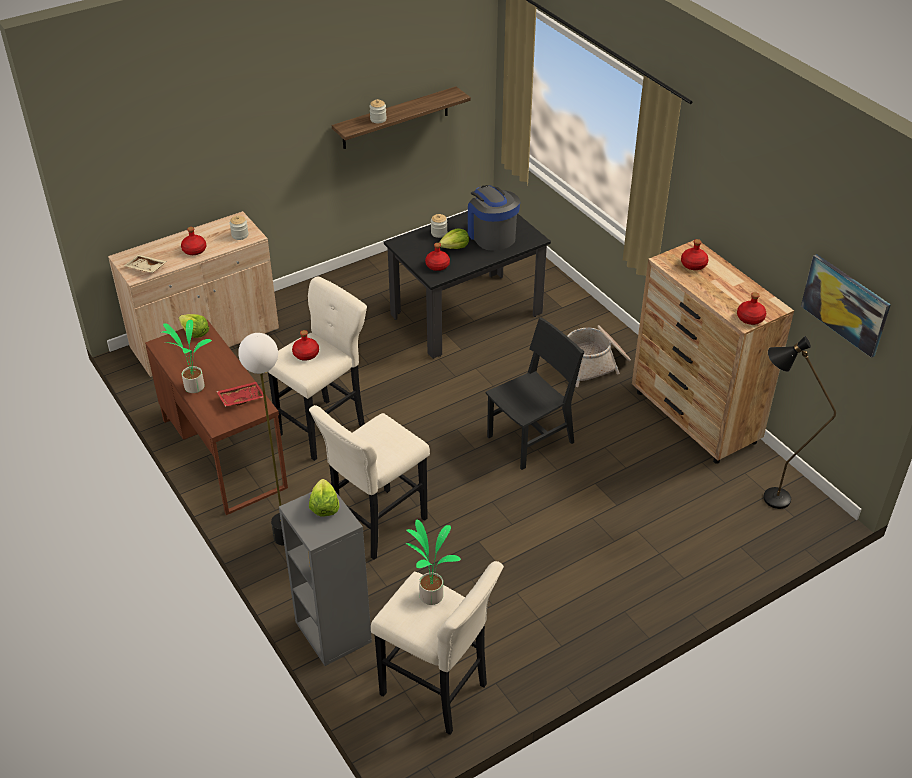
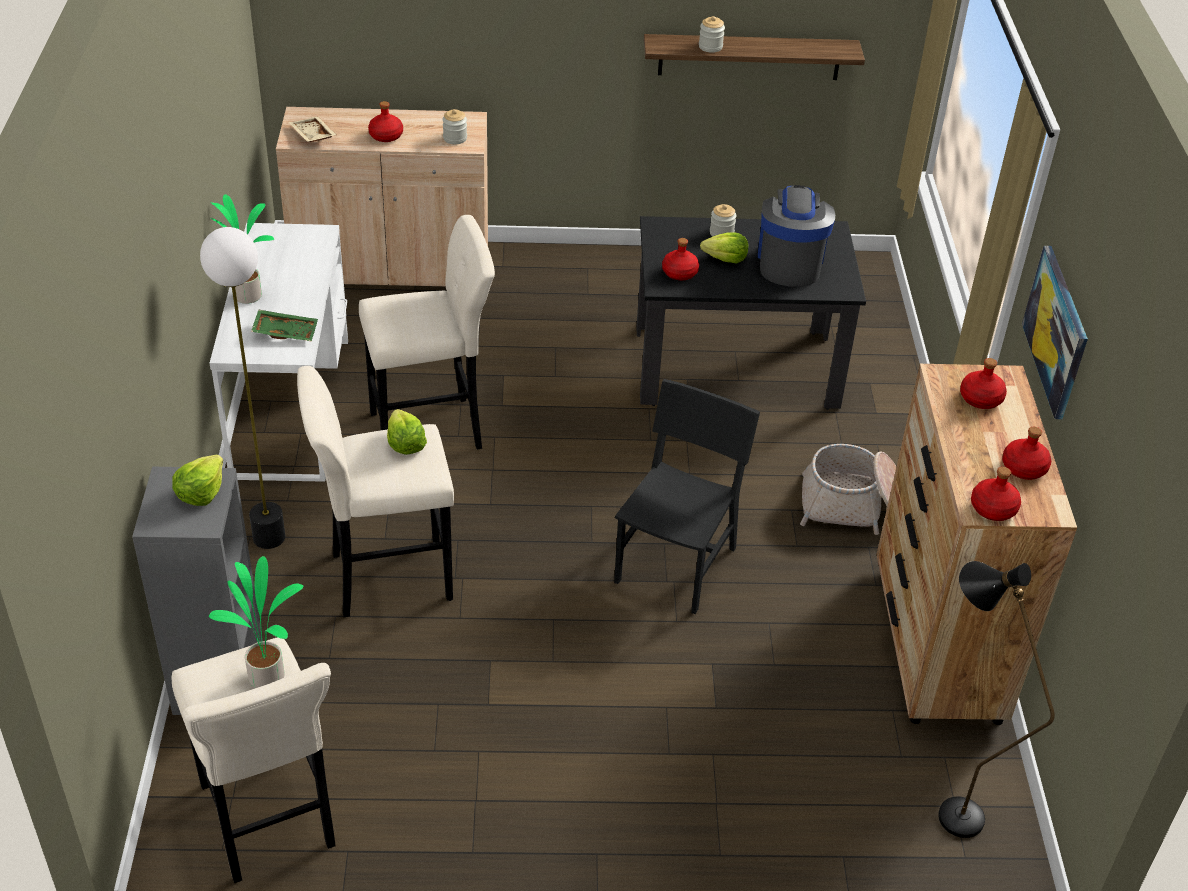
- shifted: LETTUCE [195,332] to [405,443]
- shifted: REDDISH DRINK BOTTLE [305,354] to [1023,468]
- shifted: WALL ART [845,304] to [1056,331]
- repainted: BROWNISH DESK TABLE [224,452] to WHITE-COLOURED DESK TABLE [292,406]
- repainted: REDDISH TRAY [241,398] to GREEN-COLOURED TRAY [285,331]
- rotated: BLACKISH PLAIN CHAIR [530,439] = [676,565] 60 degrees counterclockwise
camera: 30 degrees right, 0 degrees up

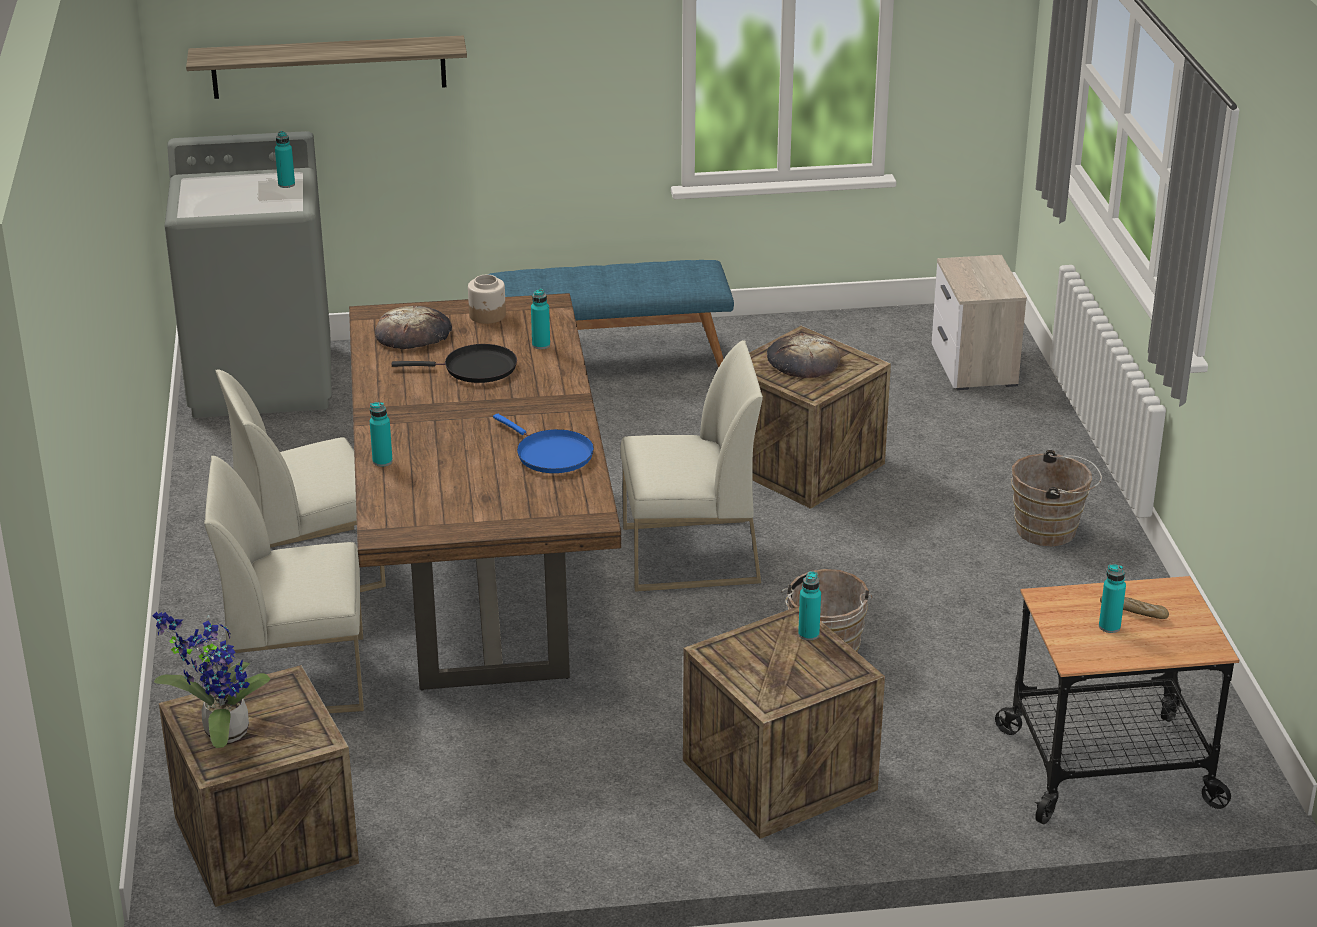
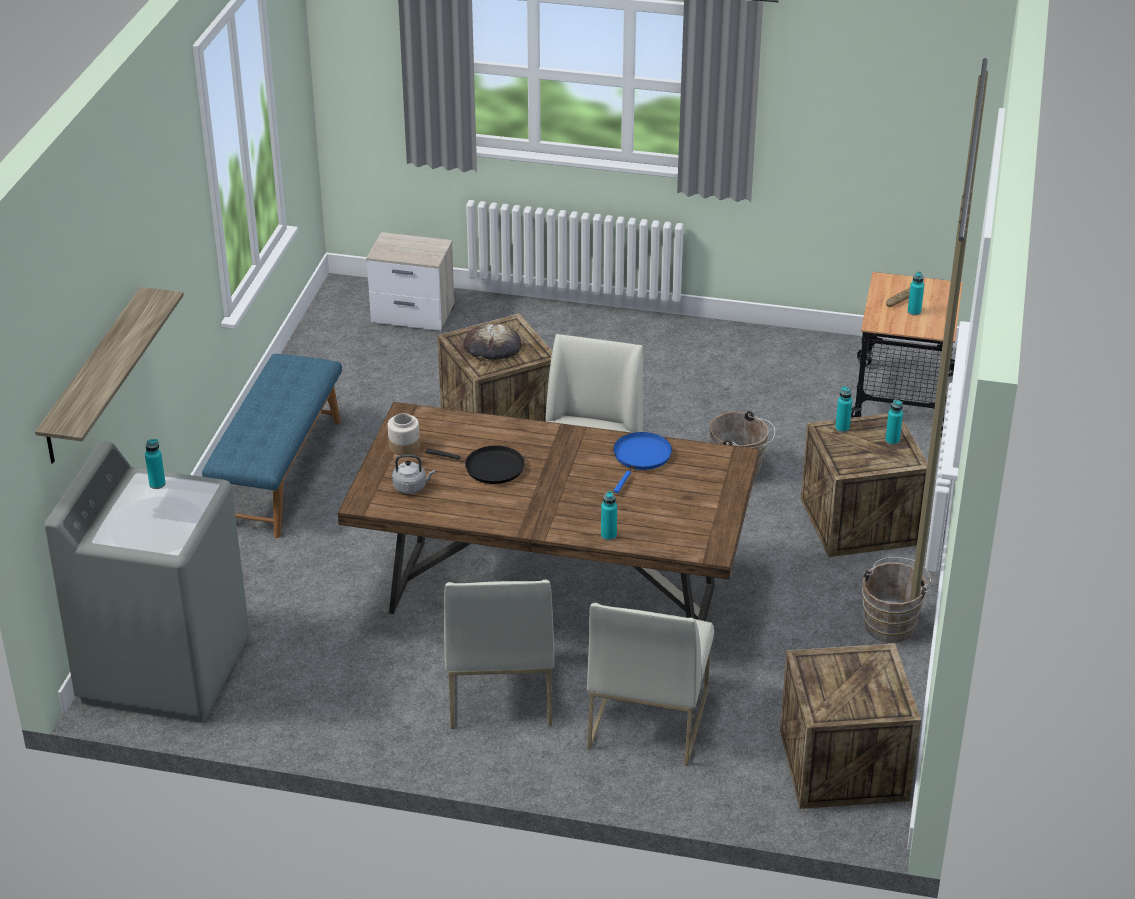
- gone: HOUSEPLANT [220,732]
- shifted: TURQUOISE DRINK BOTTLE [541,345] to [892,440]
- shifted: BROWNISH BUCKET [1051,531] to [891,624]
- swapped: BAKED BREAD [414,334] to GRAY KETTLE [411,487]
- rotated: BLACKISH FRYING PAN [475,369] = [490,468] 90 degrees clockwise
- rotated: BLUE-COLOURED FRYING PAN [551,454] = [641,457] 45 degrees counterclockwise
camera: 70 degrees left, 5 degrees up

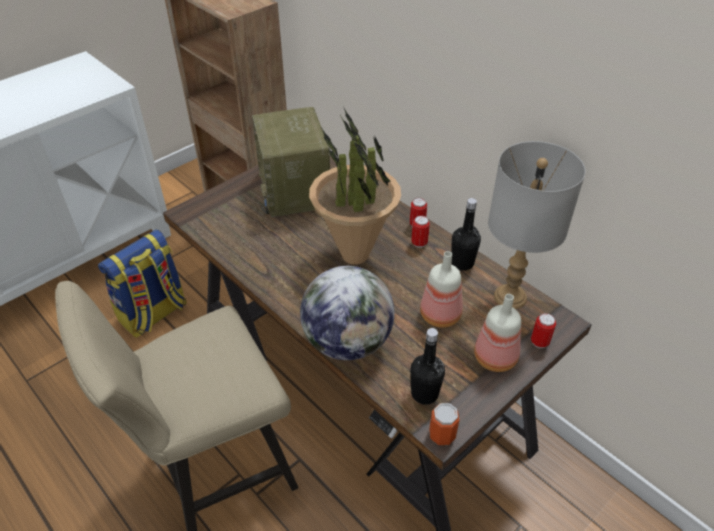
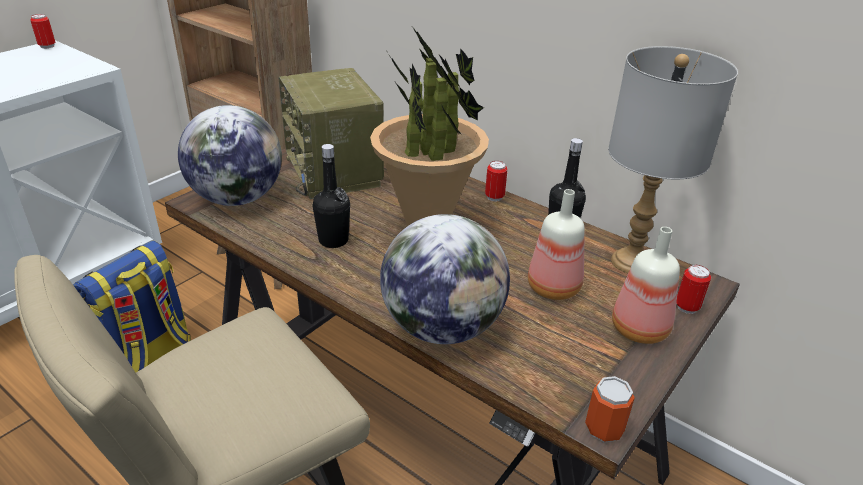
- new: DESK GLOBE [237,198]
- shifted: BLACKISH DRINK BOTTLE [424,393] to [333,240]
- shifted: METAL CAN [419,243] to [47,46]
camera: 10 degrees left, 10 degrees down

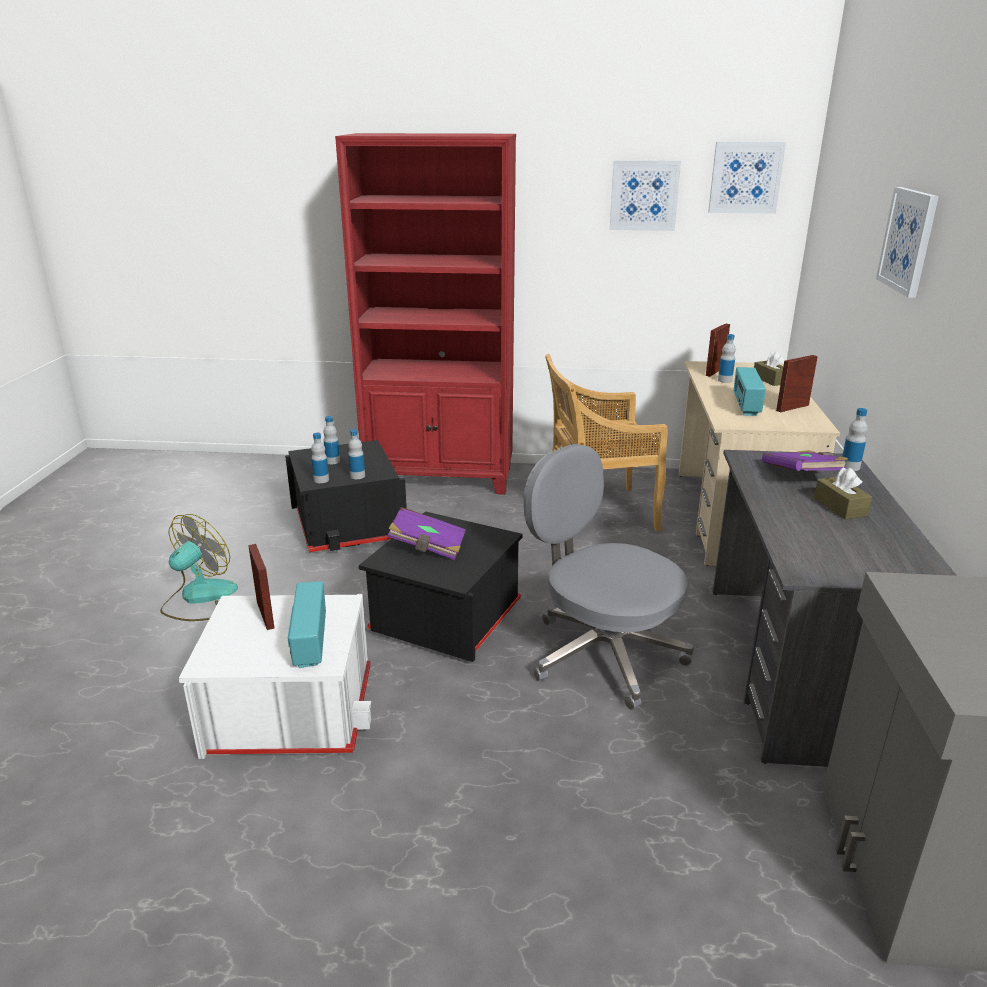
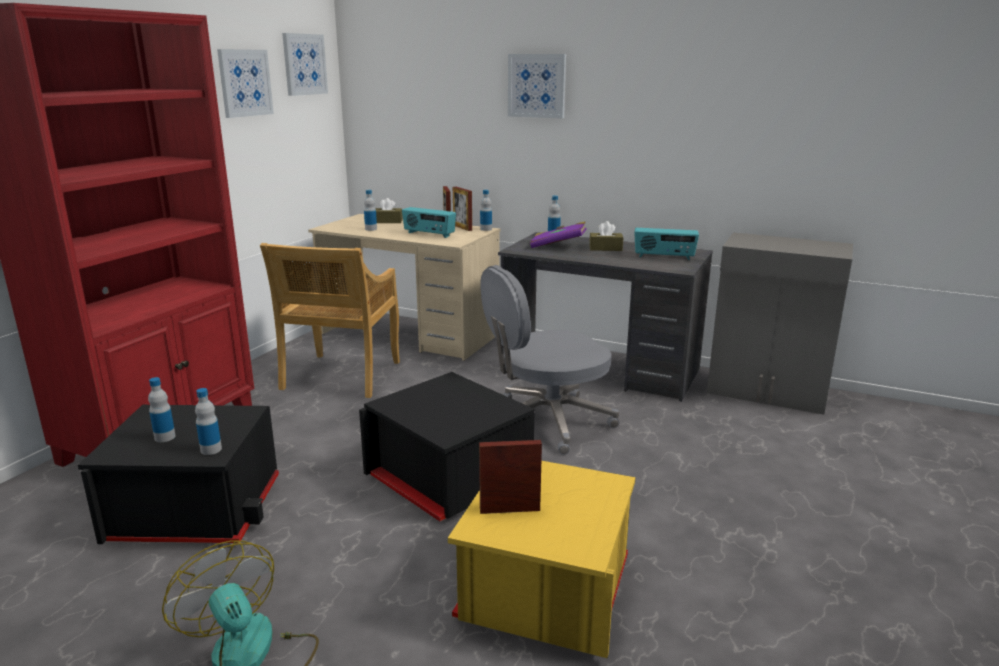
- gone: PURPLE-COLOURED BOOK [427,547]
- shifted: RADIO SET [309,643] to [664,257]
- shifted: DRINK BOTTLE [357,476] to [486,229]
- shifted: PICTURE FRAME [715,371] to [462,227]
- repainted: WHITE-COLOURED STORAGE CONTAINER [290,710] to YELLOW STORAGE CONTAINER [542,592]
camera: 70 degrees left, 5 degrees down

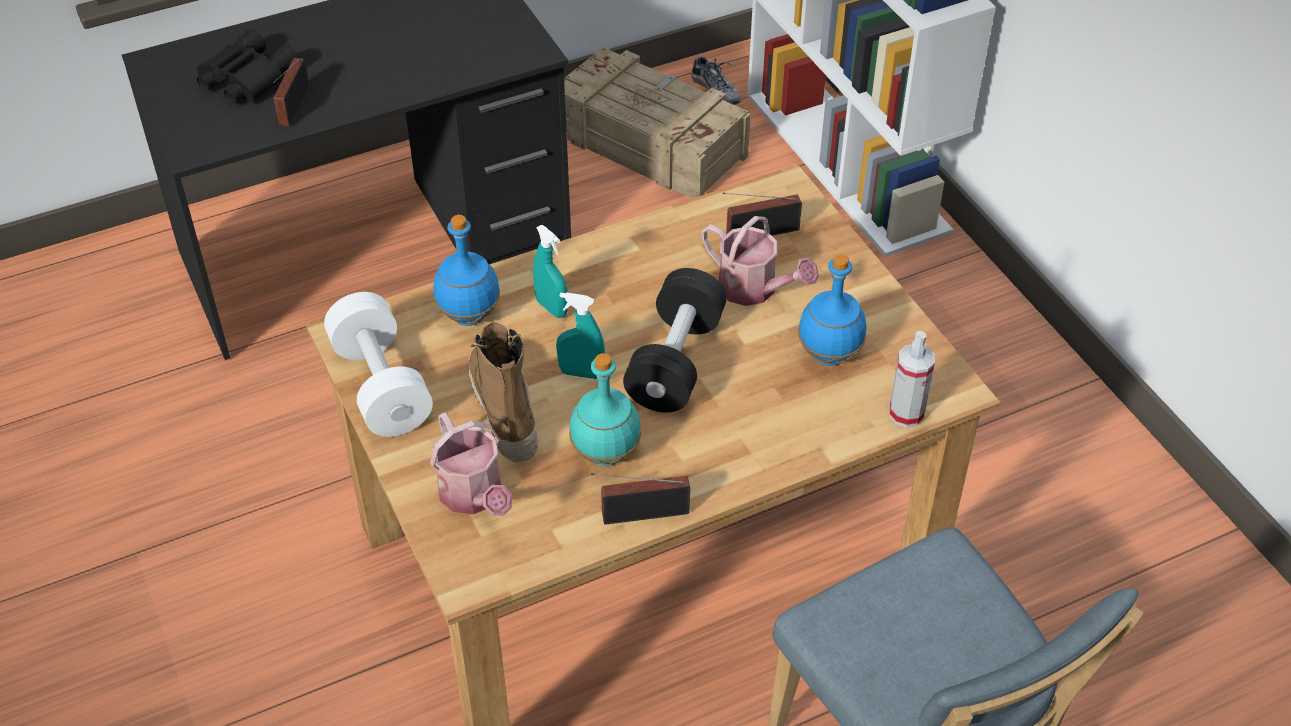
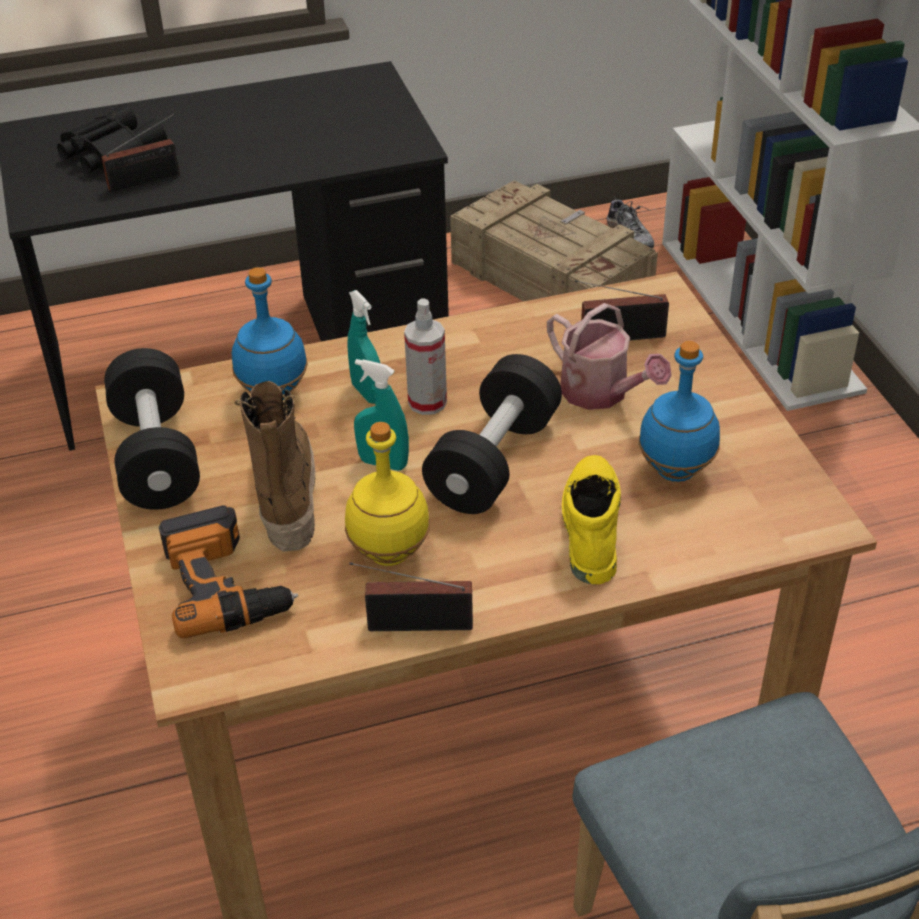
- new: YELLOW HIGH-TOP BOOT [589,527]
- shifted: HAND SPRAYER [906,414] to [427,402]
- swapped: SPRINKLING CAN [474,496] to ELECTRIC DRILL [226,583]
- repainted: WHITE-COLOURED DUMBBELL [381,386] to BLACKISH DUMBBELL [156,456]
- repainted: TURQUOISE DRINK BOTTLE [605,453] to YELLOW DRINK BOTTLE [389,552]
- rotated: RADIO SET [292,108] = [148,181] 135 degrees counterclockwise
camera: 10 degrees right, 5 degrees down

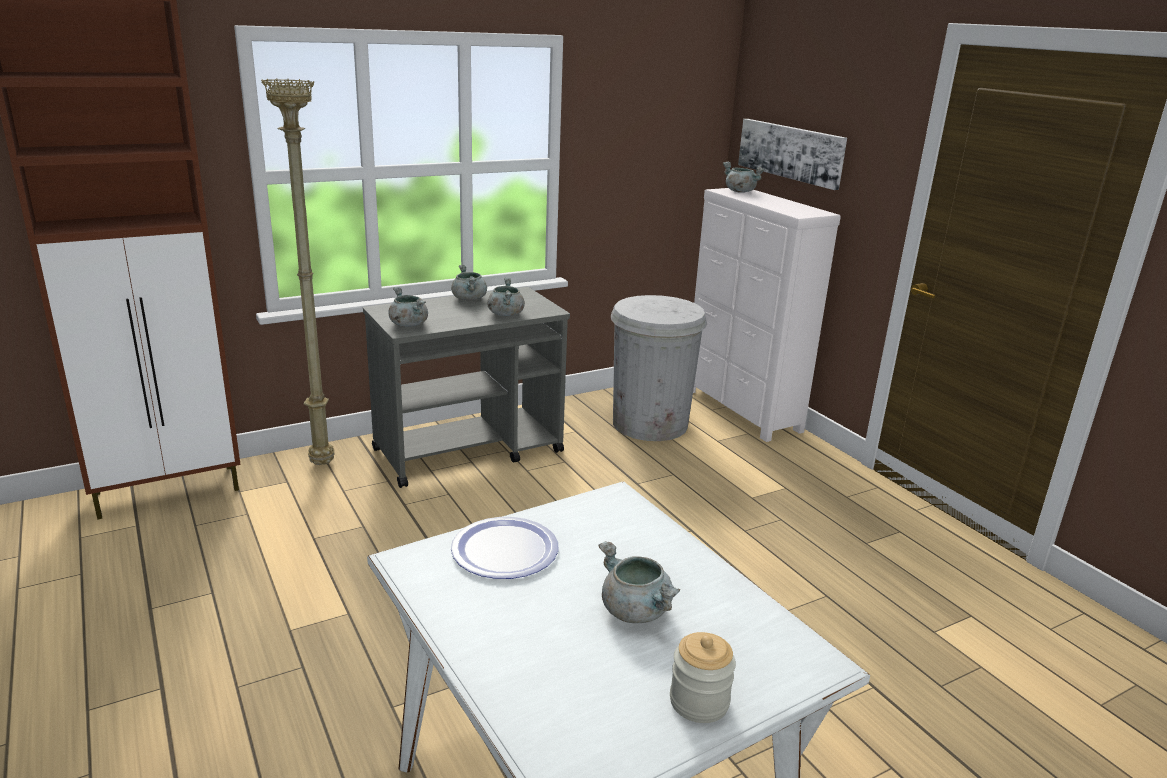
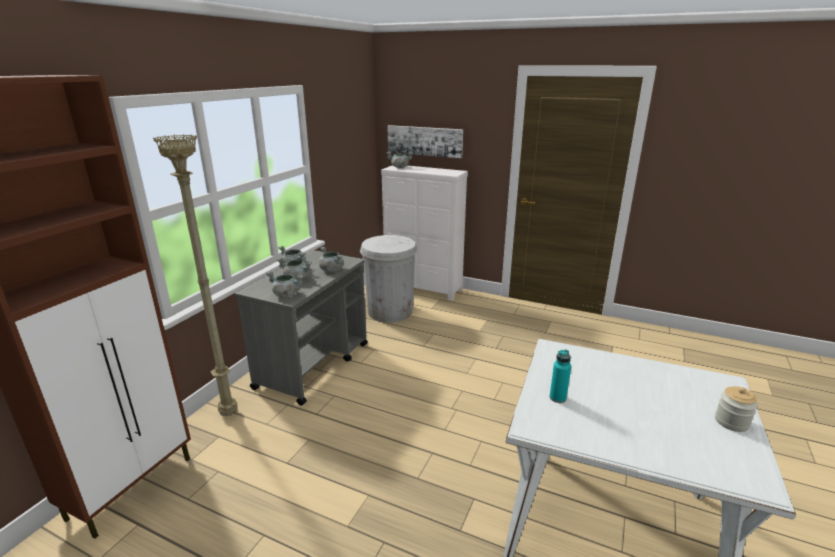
- shifted: GRAY STOCKPOT [636,611] to [296,278]
- swapped: DINNER PLATE [504,550] to TURQUOISE DRINK BOTTLE [557,398]
camera: 35 degrees left, 0 degrees up

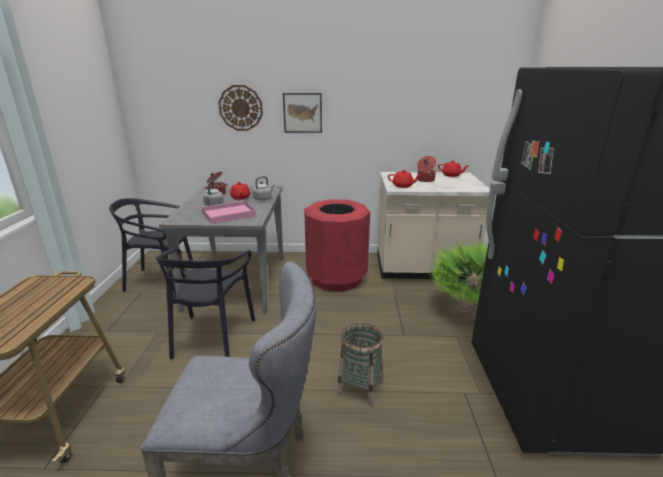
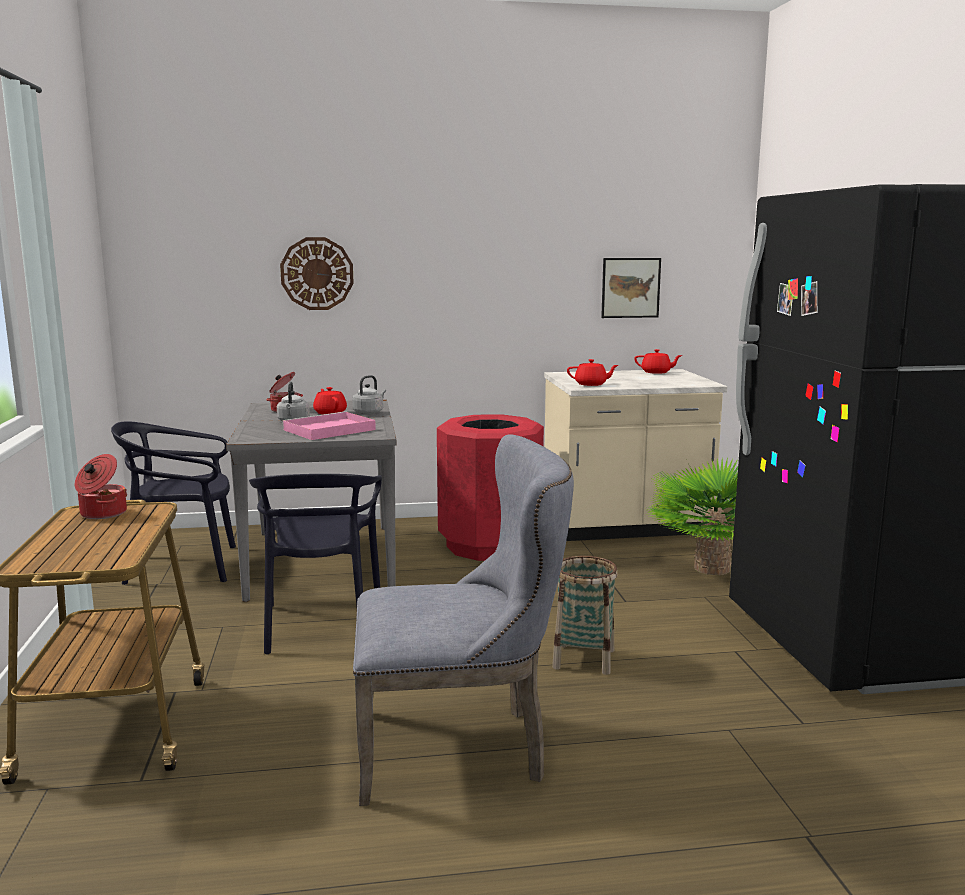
- shifted: WALL ART [302,113] to [630,287]
- shifted: STOCKPOT [425,180] to [102,514]
camera: 10 degrees left, 10 degrees down

